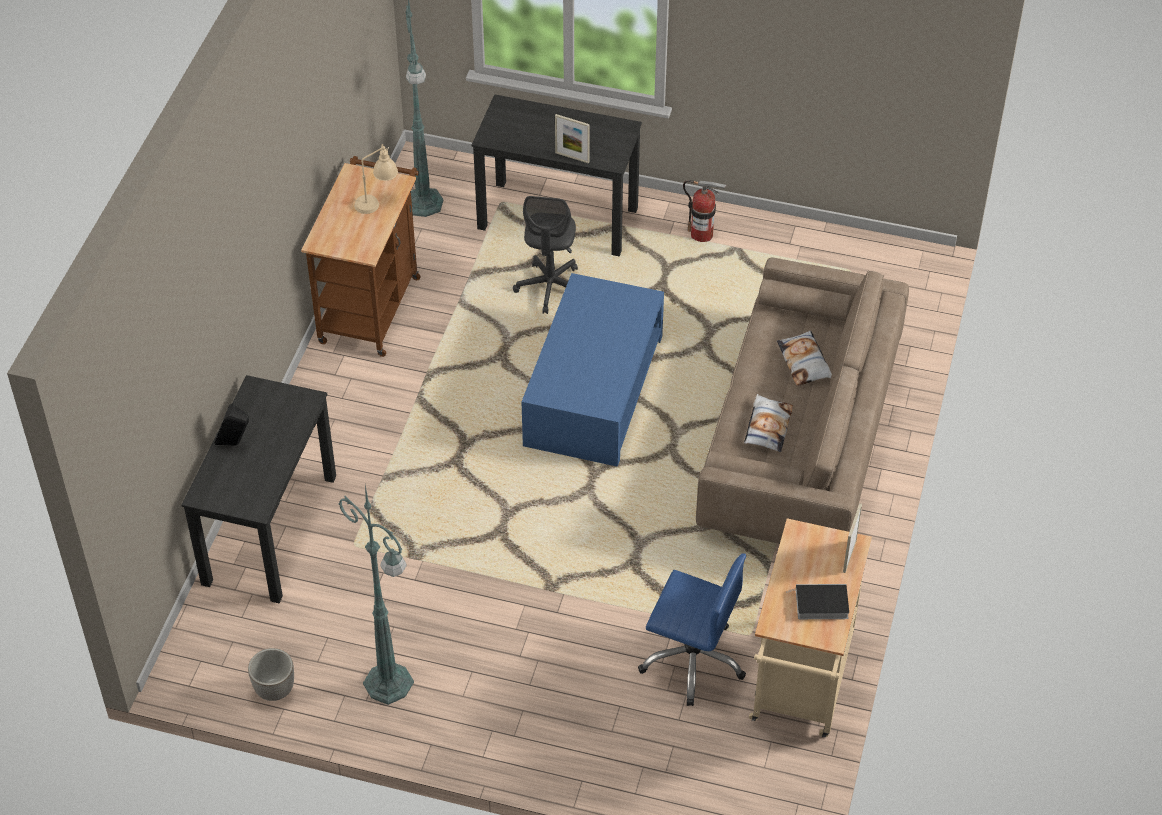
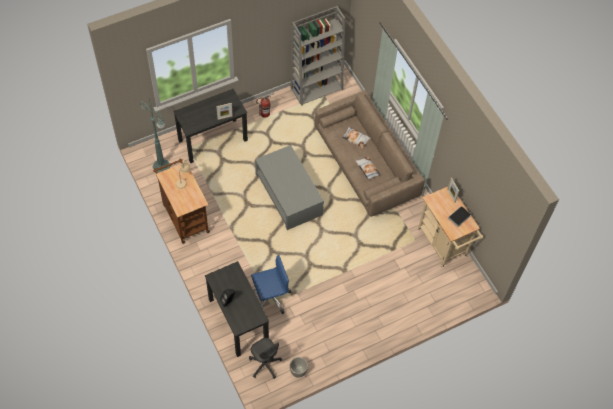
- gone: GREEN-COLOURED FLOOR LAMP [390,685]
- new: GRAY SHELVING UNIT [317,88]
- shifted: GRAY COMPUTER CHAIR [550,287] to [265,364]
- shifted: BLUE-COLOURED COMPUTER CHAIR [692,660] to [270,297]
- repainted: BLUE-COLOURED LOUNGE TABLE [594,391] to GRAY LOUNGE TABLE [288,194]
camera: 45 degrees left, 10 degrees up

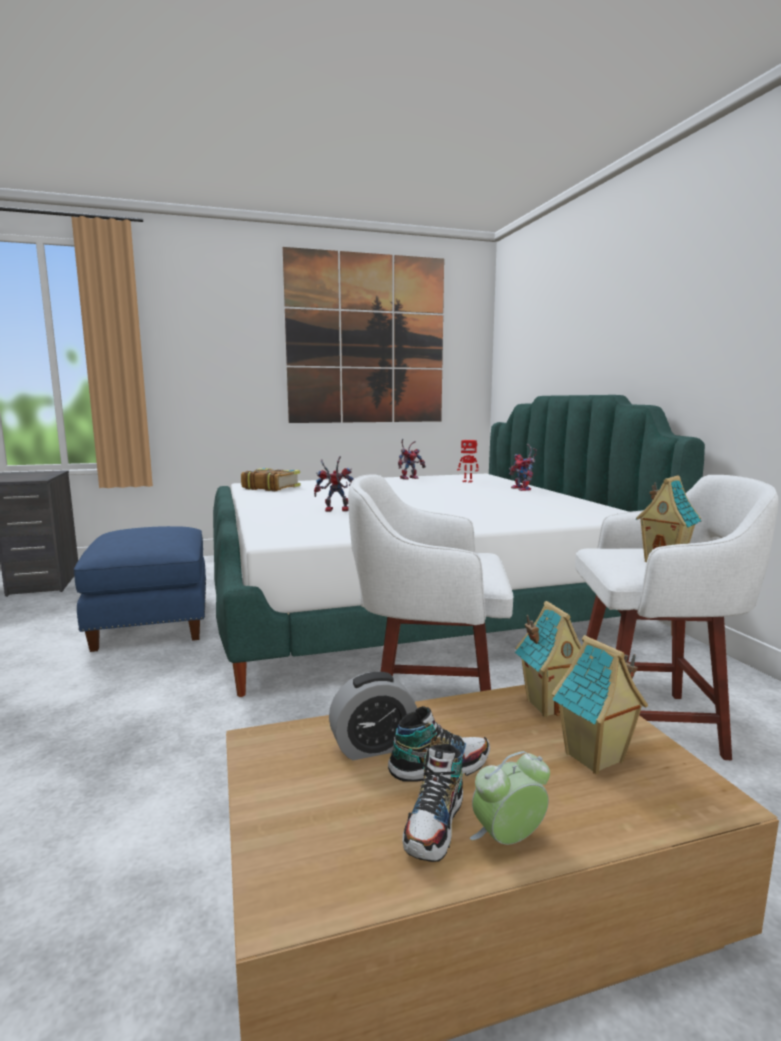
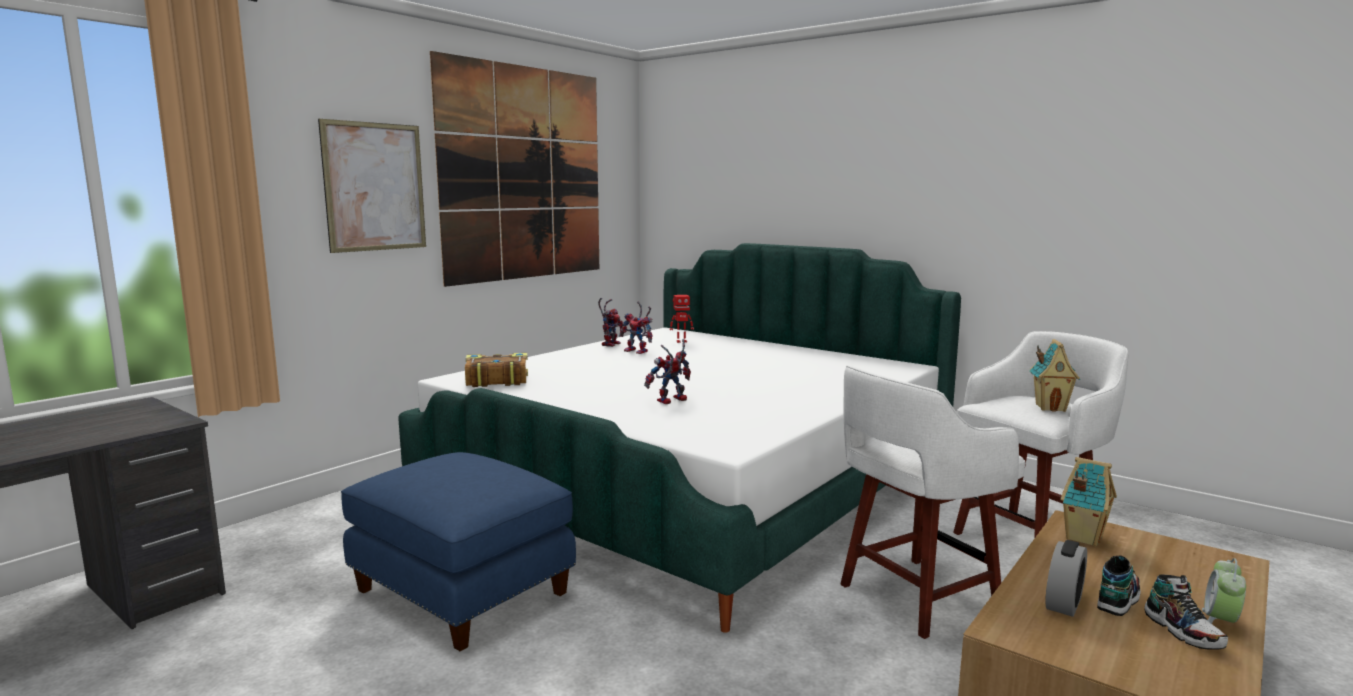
- gone: TOY HOUSE [595,759]
- new: WALL ART [375,187]
- shifted: TOY ROBOT [523,489] to [638,351]
camera: 35 degrees left, 0 degrees up

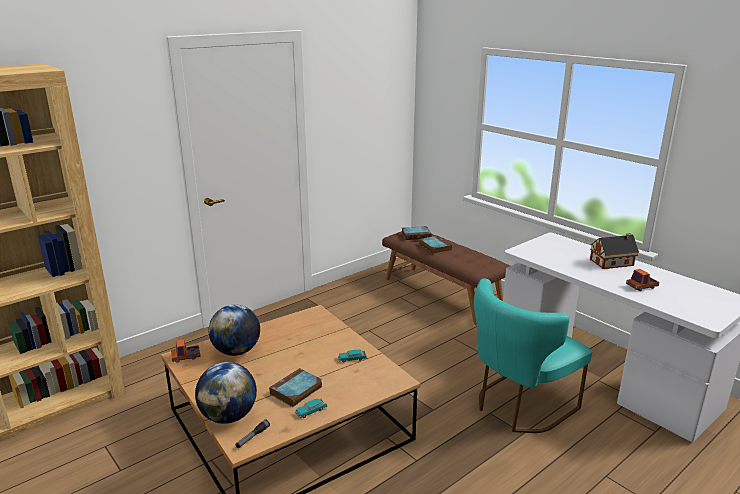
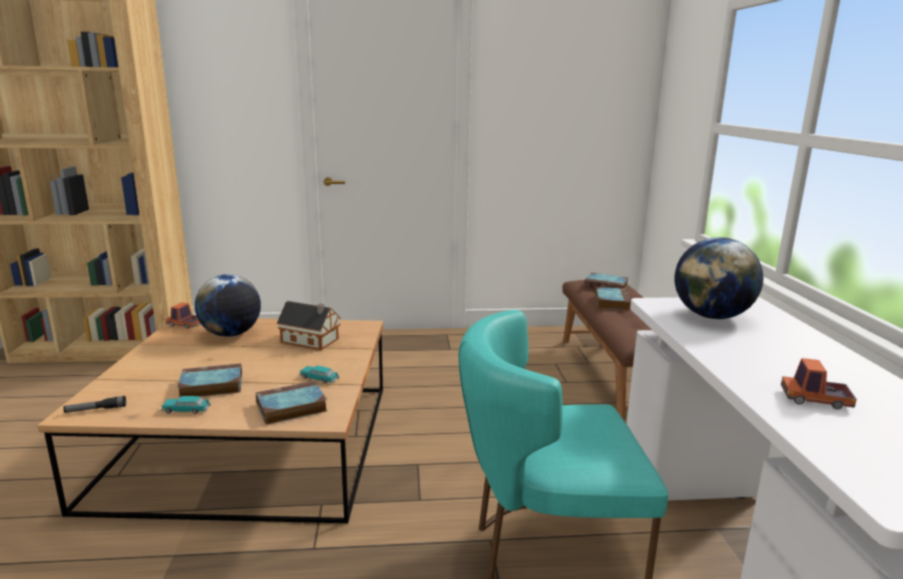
- new: BOOK [290,408]
- shifted: DESK GLOBE [229,416] to [712,316]
- shifted: TOY HOUSE [613,262] to [311,341]
camera: 35 degrees right, 5 degrees down

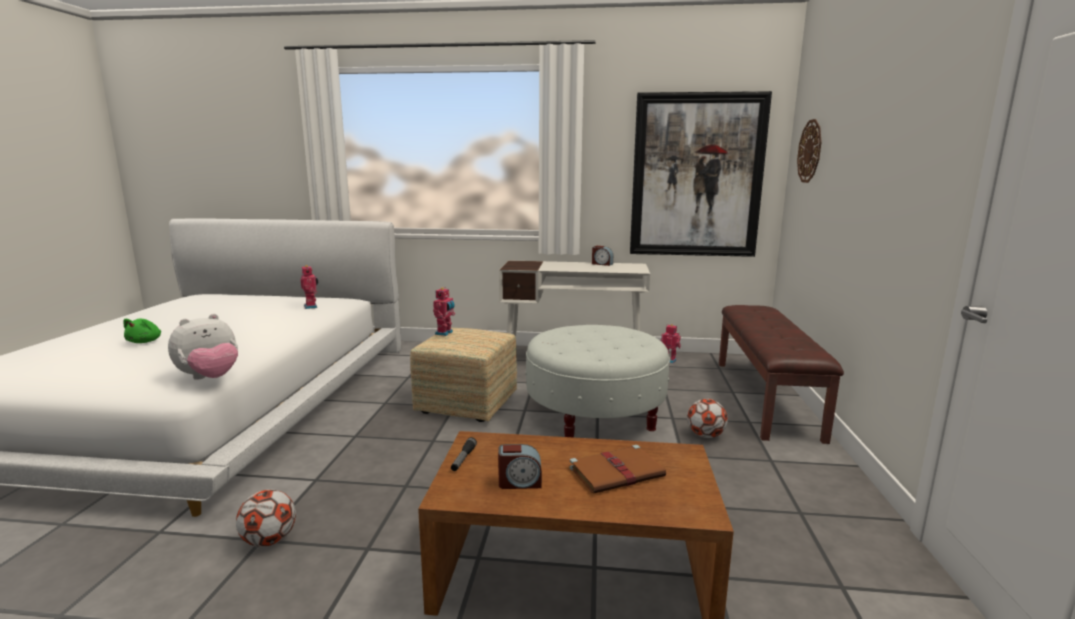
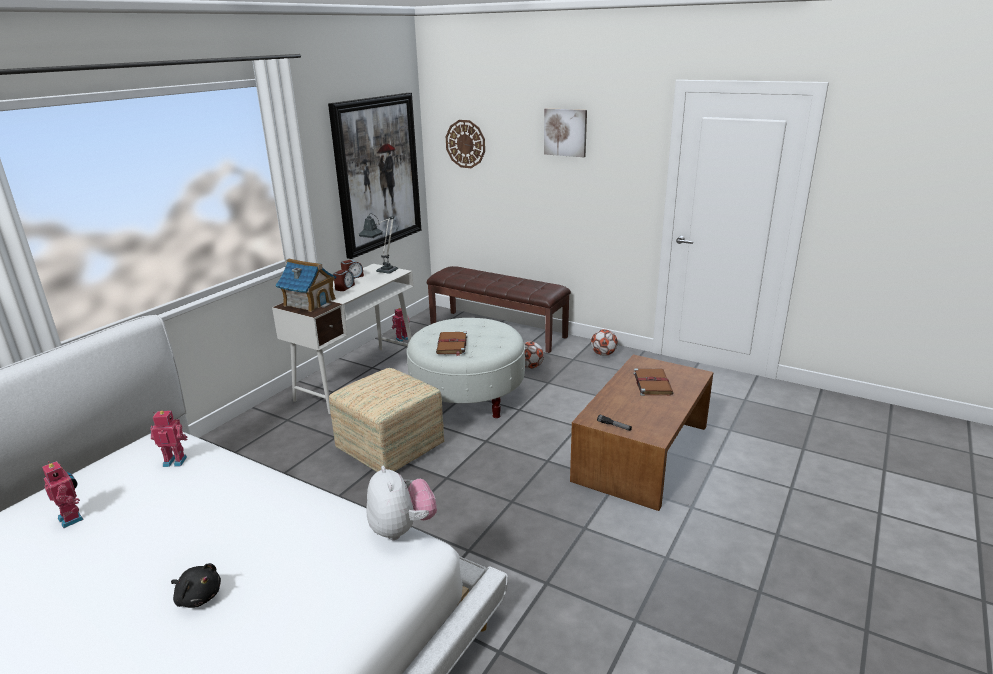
- new: TOY HOUSE [309,302]
- new: TABLETOP LAMP [384,272]
- new: BROWNISH BOOK [452,345]
- new: WALL ART [565,132]
- shifted: BALL FOR FOOTBALL [269,540] to [603,354]
- shifted: TOY ROBOT [445,333] to [73,518]
- shifted: BEDSIDE CLOCK [520,482] to [344,287]
- repainted: GREEN-COLOURED SOFT TOY [145,341] to BLACKISH SOFT TOY [198,596]
camera: 65 degrees left, 10 degrees up

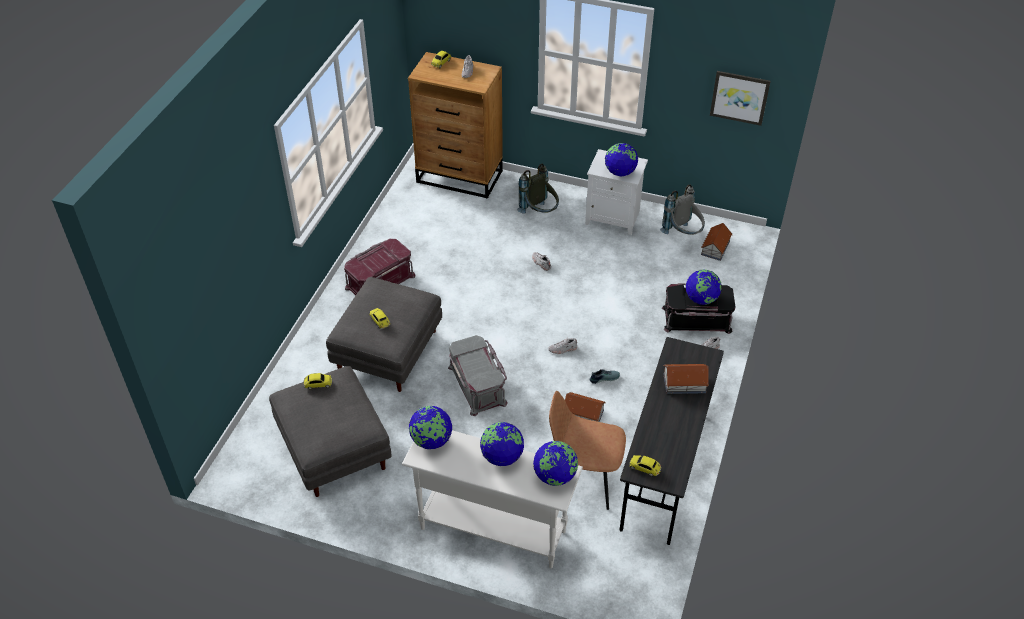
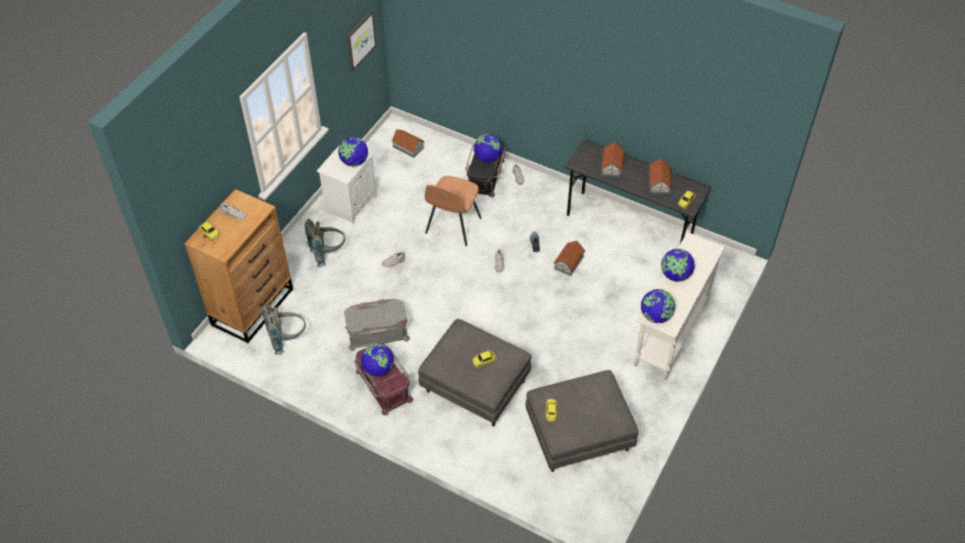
- new: TOY HOUSE [659,182]
- shifted: GRAY STORAGE CONTAINER [478,385] to [377,332]
- shifted: DESK GLOBE [555,476] to [378,368]
- shifted: BROWNISH PLAIN CHAIR [584,479] to [452,227]
- shifted: GRAY RUCKSACK [683,235] to [287,339]
camera: 80 degrees left, 5 degrees up

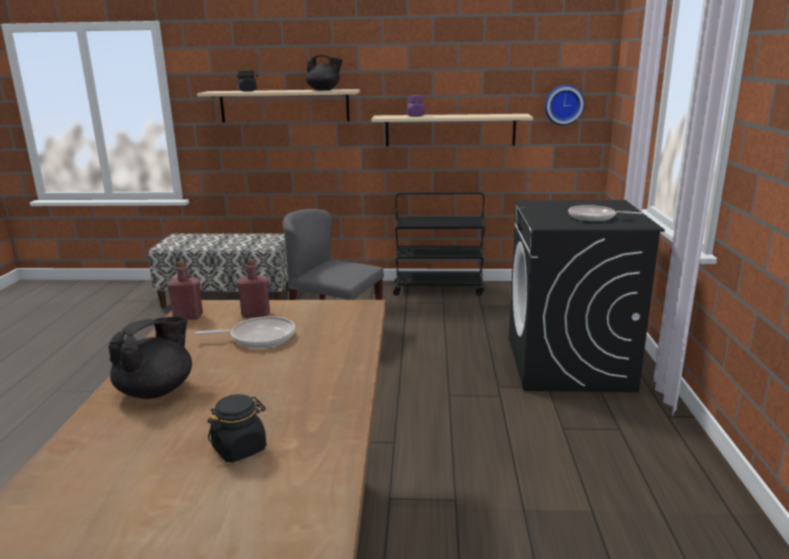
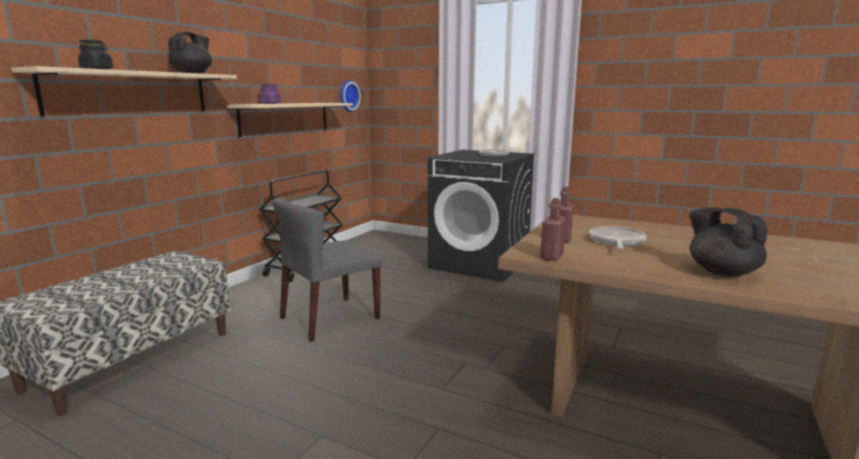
- gone: BLACKISH PRESERVE JAR [240,448]
camera: 65 degrees left, 5 degrees down

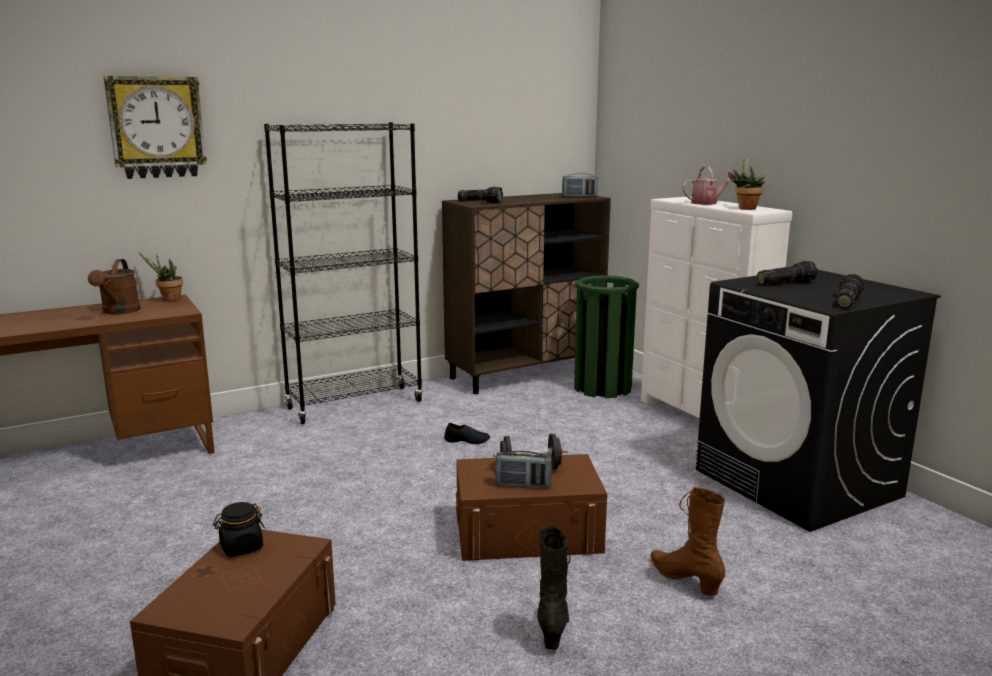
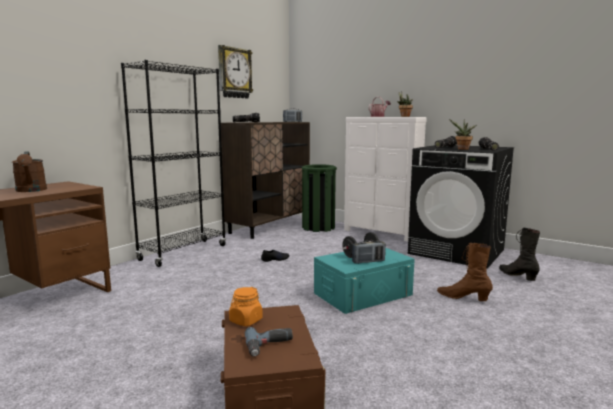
- new: ELECTRIC DRILL [270,346]
- shifted: HANGING CLOCK [156,127] to [234,73]
- shifted: HOUSEPLANT [168,299] to [462,149]
- shifted: BLACKISH HIGH-TOP BOOT [553,626] to [517,276]
- repainted: BLACKISH PRESERVE JAR [241,547] to ORANGE PRESERVE JAR [245,320]
- repainted: BROWNISH STORAGE CONTAINER [527,532] to TURQUOISE STORAGE CONTAINER [363,294]
camera: 25 degrees left, 5 degrees down

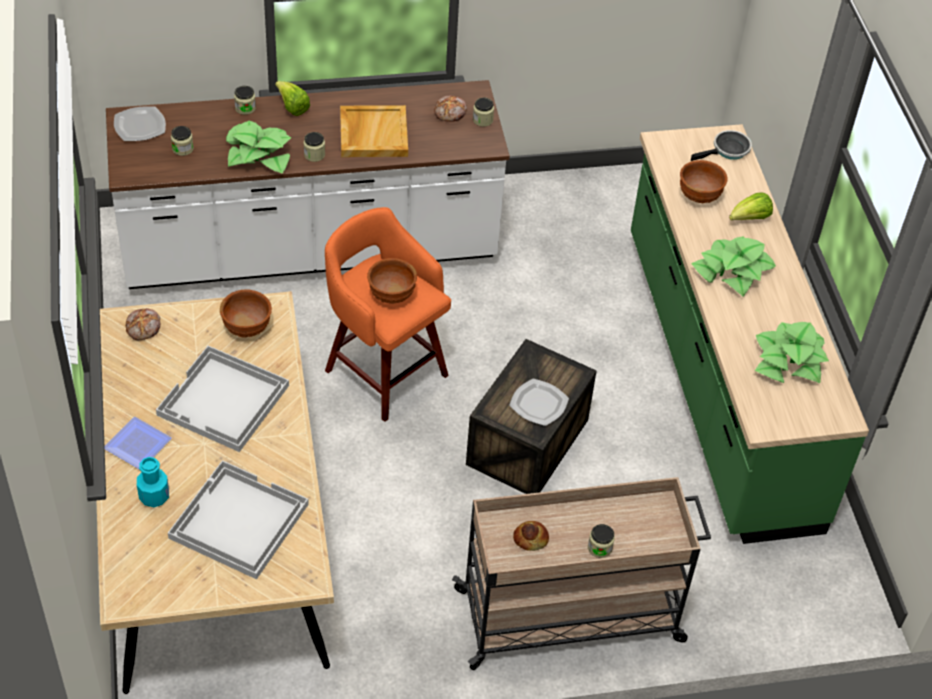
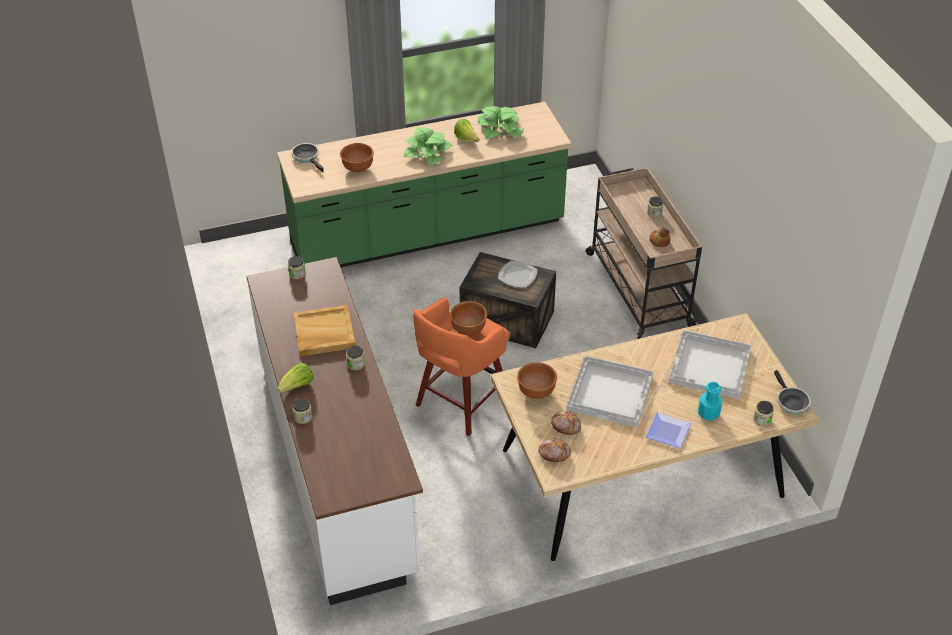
- gone: DINNER PLATE [140,126]
- gone: HOUSEPLANT [259,153]
- new: FRYING PAN [790,402]
- shifted: PRESERVE JAR [183,149] to [762,419]
- shifted: BAKED BREAD [450,113] to [566,425]
- shifted: LETTUCE [750,219] to [466,139]
camera: 95 degrees left, 5 degrees down

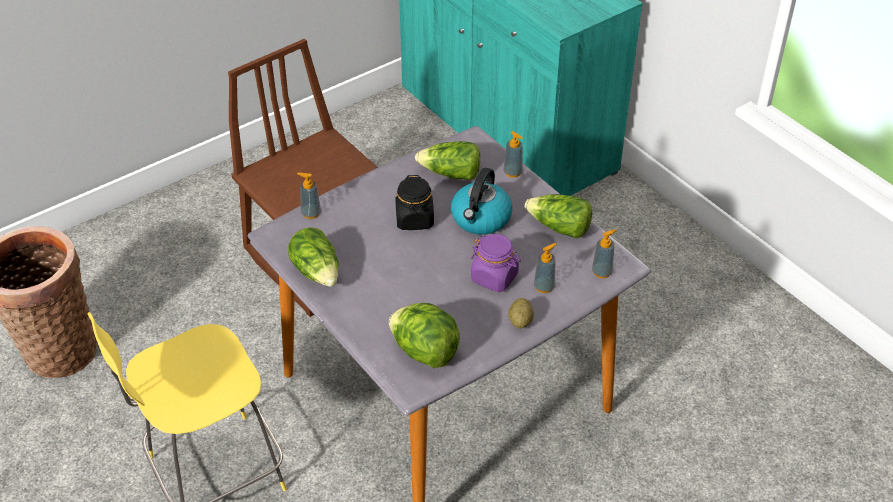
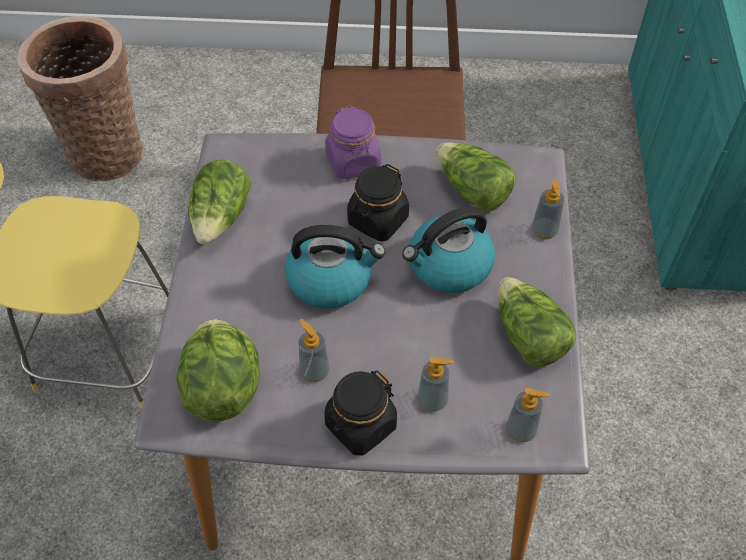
- new: KETTLE [331,279]
- shifted: LIQUID SOAP BOTTLE [311,213] to [314,371]
- shifted: PURPLE-COLOURED PRESERVE JAR [494,277] to [353,162]
- swapped: SPUD [520,321] to BLACKISH PRESERVE JAR [360,425]
camera: 40 degrees right, 10 degrees up

